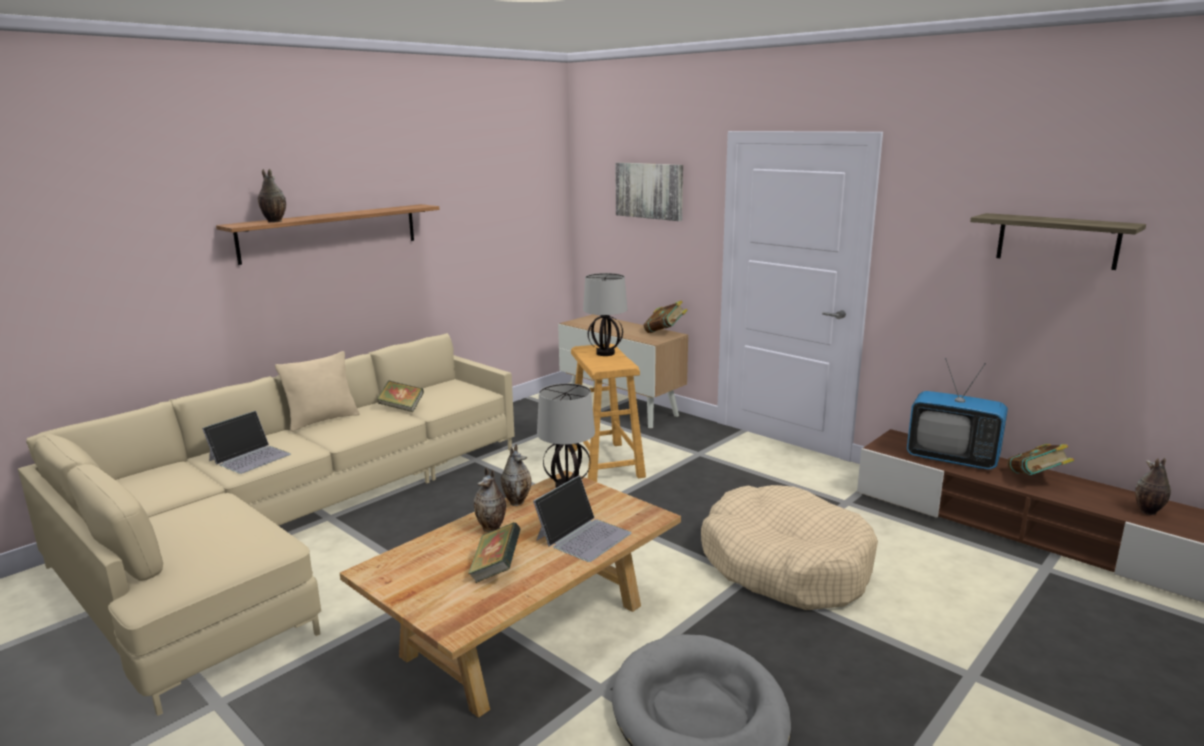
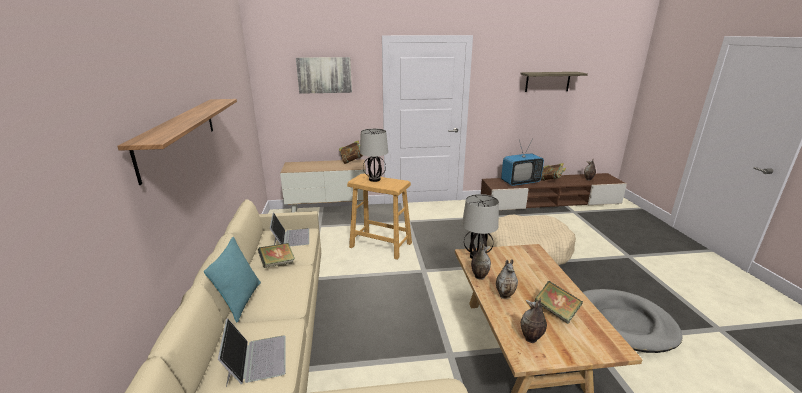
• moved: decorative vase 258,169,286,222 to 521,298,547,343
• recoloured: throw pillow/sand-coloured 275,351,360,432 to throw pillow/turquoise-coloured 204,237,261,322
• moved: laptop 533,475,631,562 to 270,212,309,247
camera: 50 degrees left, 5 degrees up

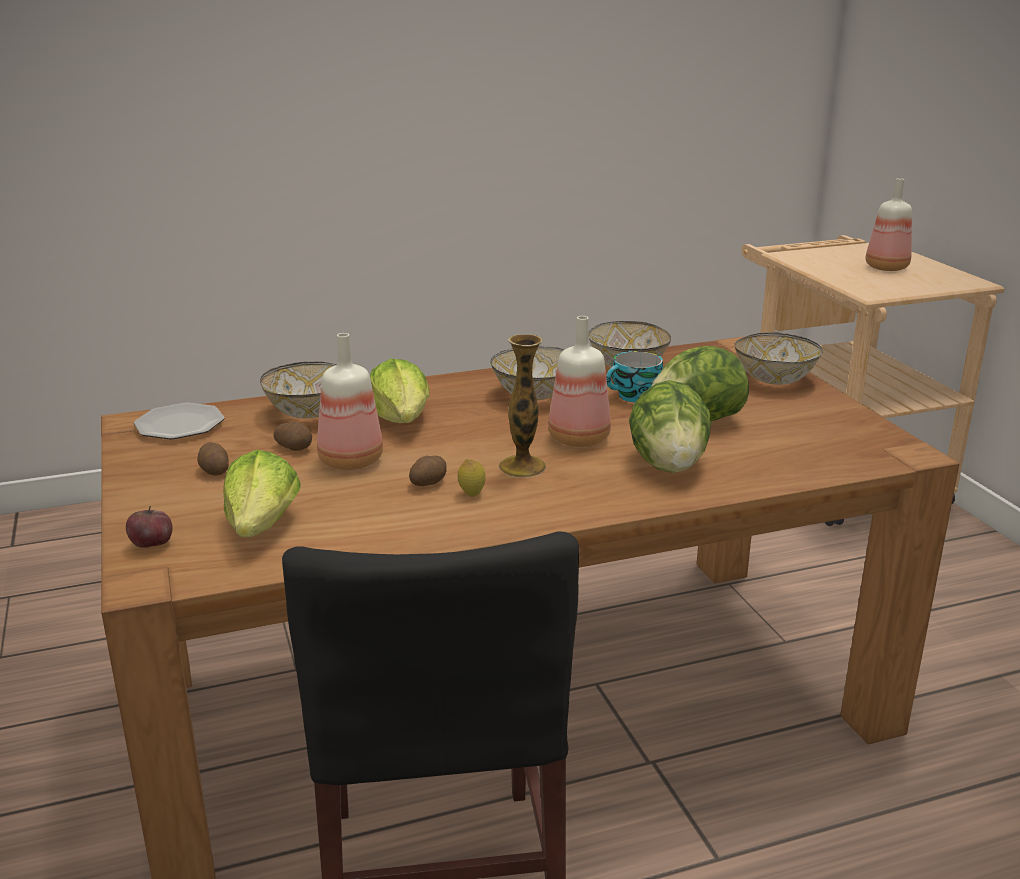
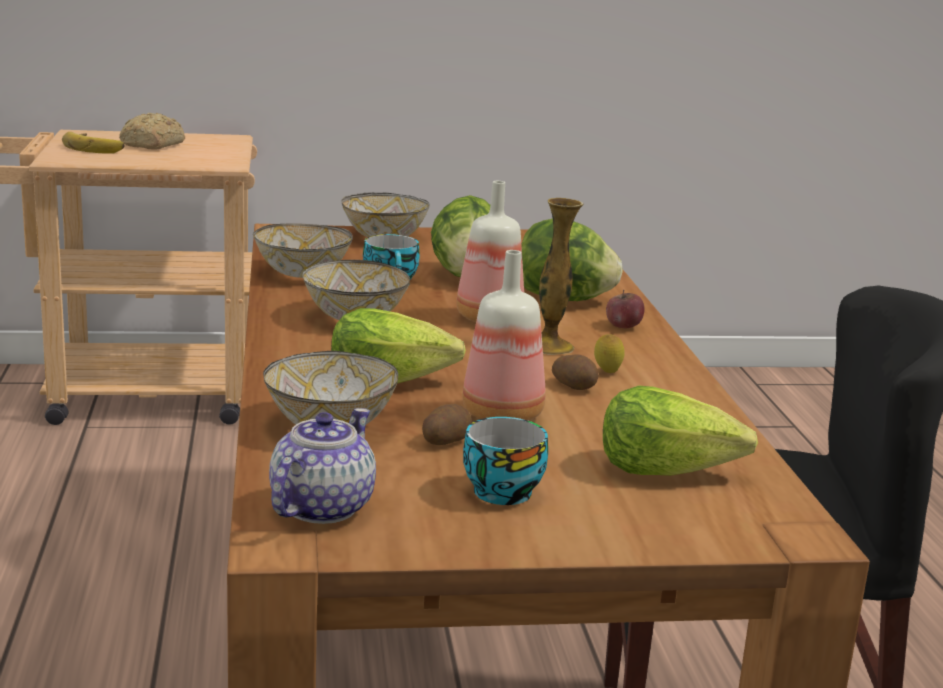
• replaced: bottle 866,178,912,271 to bakery bread 119,113,185,150
• replaced: dinner plate 134,403,224,439 to teapot 269,408,376,524
• replaced: spud 197,442,229,476 to small cup 463,417,548,505
• moved: apple fruit 126,506,173,548 to 606,290,645,328
• added: whole banana 62,132,125,154
camera: 80 degrees left, 5 degrees down

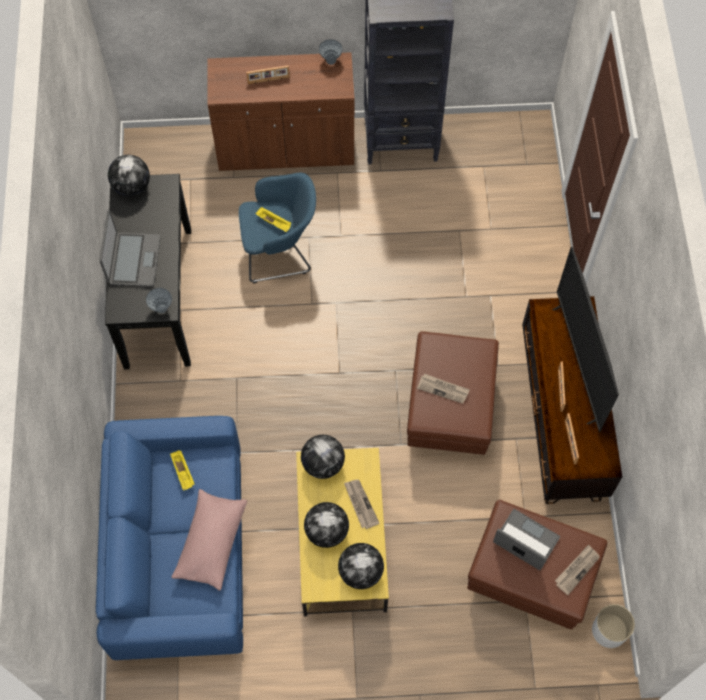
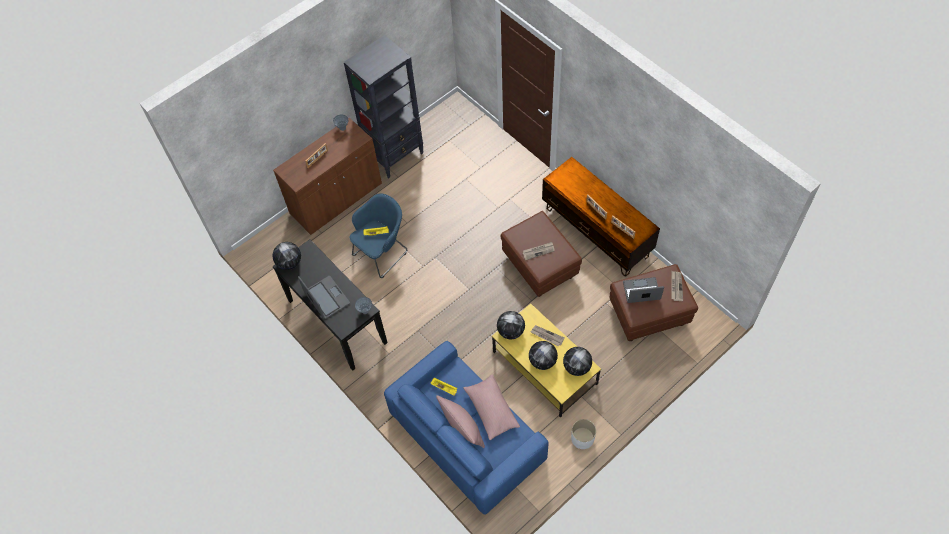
• removed: TV set 552,247,619,433
• moved: plant pot/whitish 592,604,635,648 to 571,419,596,449
• added: throw pillow/pink-coloured 436,395,485,448
camera: 35 degrees left, 5 degrees down

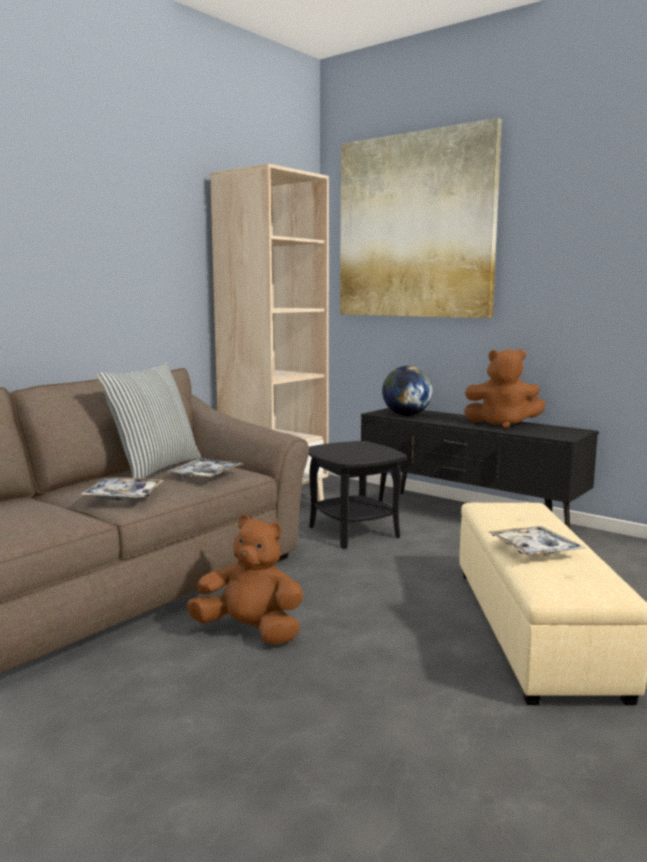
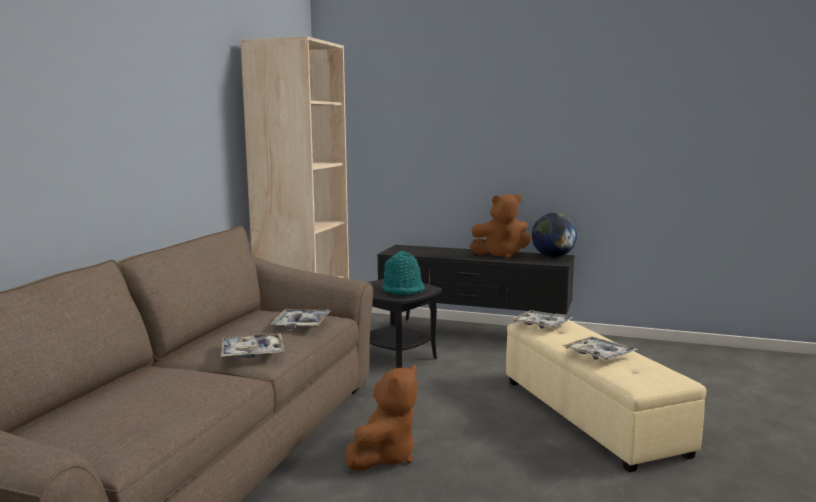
• removed: wall art 340,118,502,318
• removed: throw pillow 96,362,202,479
• moved: world globe 382,366,433,416 to 532,213,577,257
• turned: plush toy/brown 186,515,303,645 = 345,365,417,471 120 degrees clockwise
• added: hat/turquoise-coloured 381,250,425,295
• added: tray 511,310,573,329
camera: 20 degrees left, 0 degrees up

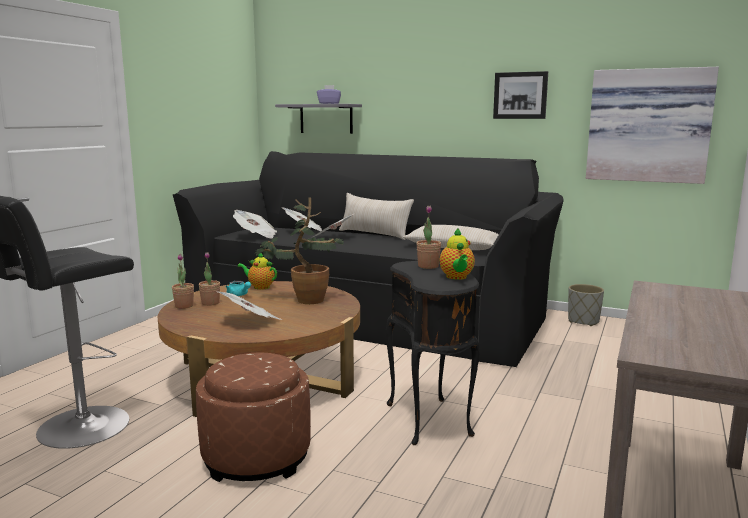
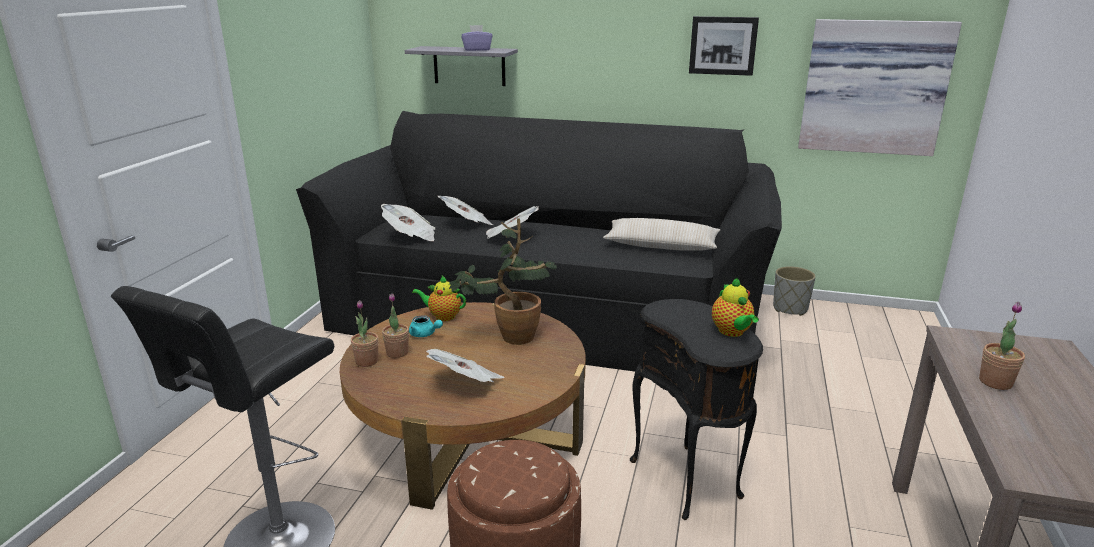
• removed: throw pillow/sand-coloured 339,193,414,240
• moved: plant in a pot 417,206,441,269 to 979,302,1025,390
camera: 10 degrees left, 10 degrees up

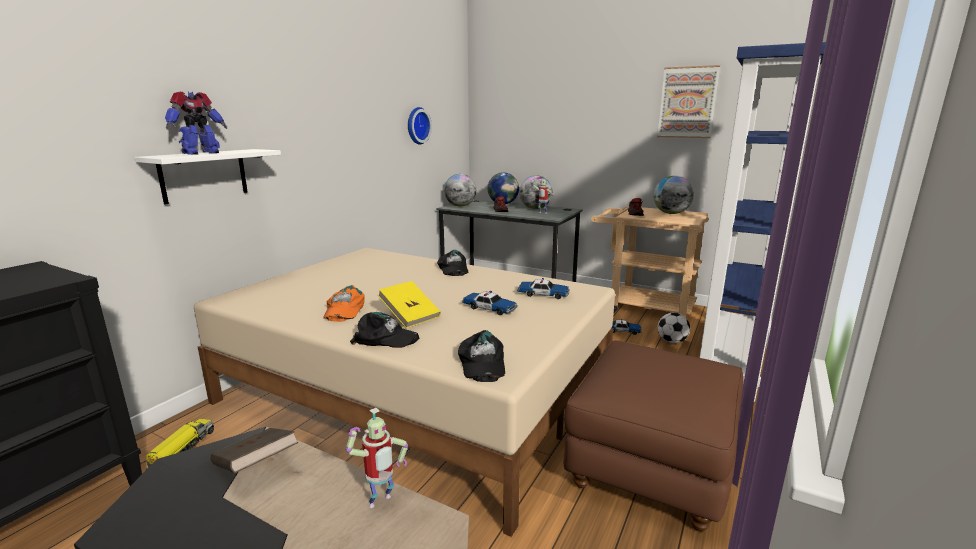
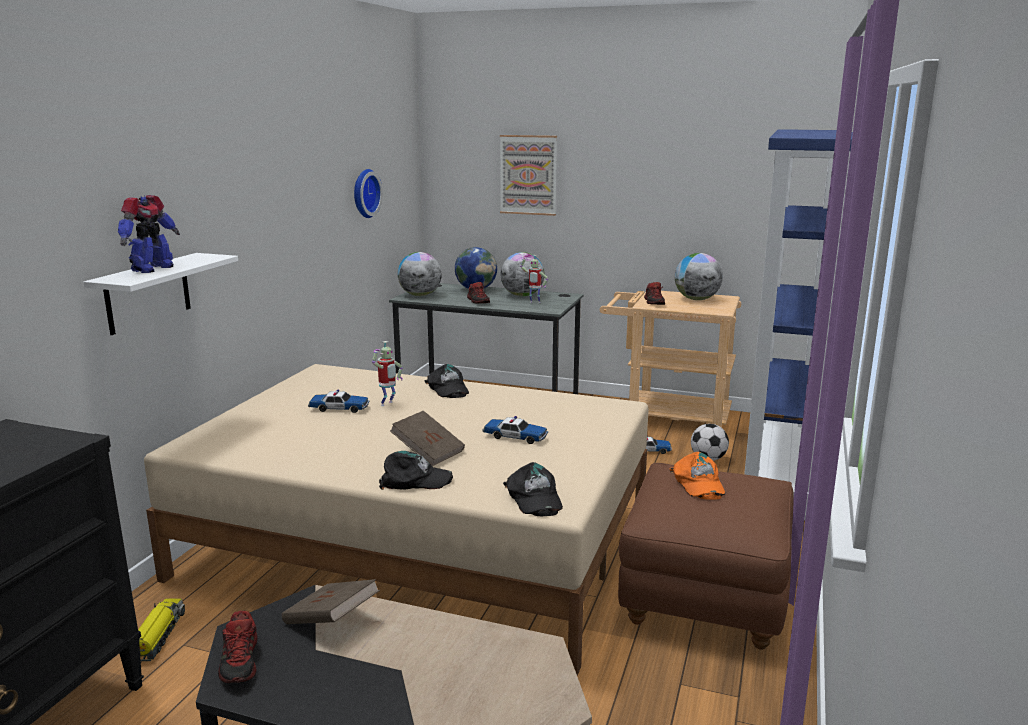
• moved: wall art 657,65,720,138 to 500,135,557,216
• moved: miniature car 517,278,570,299 to 308,389,370,413
• recoloured: bound book/yellow-coloured 378,281,441,328 to bound book/brown 390,411,465,466
• moved: baseball cap/orangey 323,285,365,322 to 669,452,725,500
• moved: toy robot 346,408,408,508 to 372,341,403,406
• added: low shoe 218,611,258,683
camera: 10 degrees left, 0 degrees up

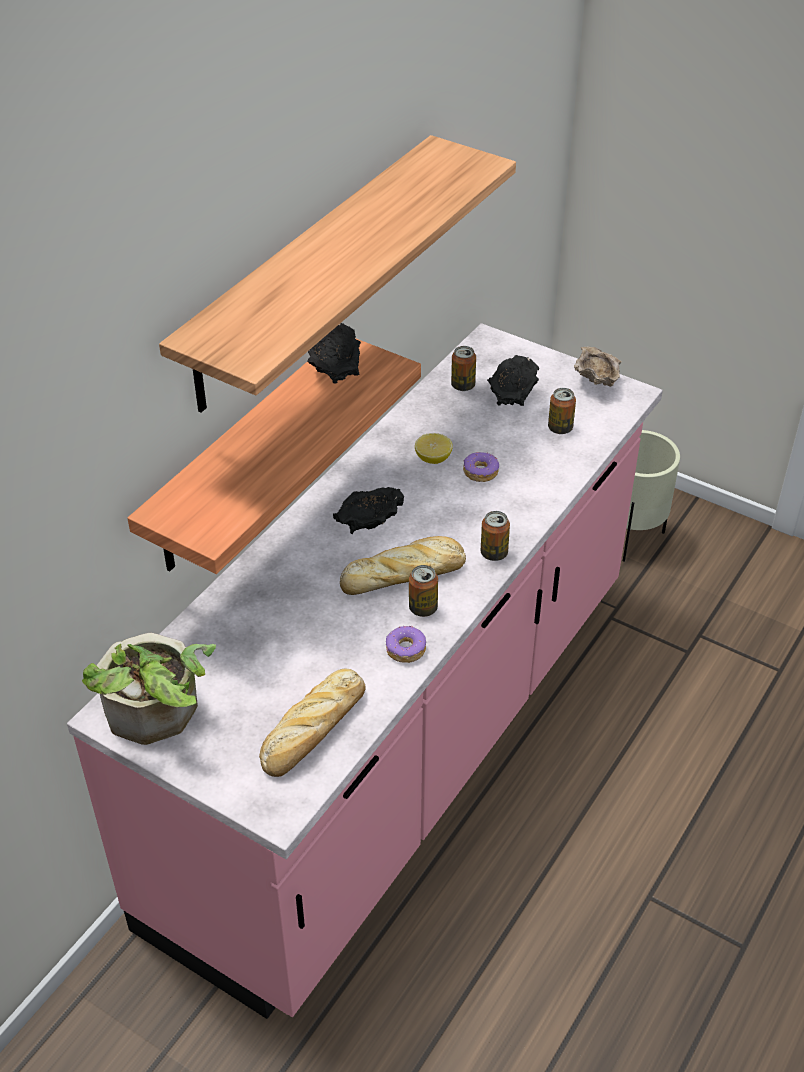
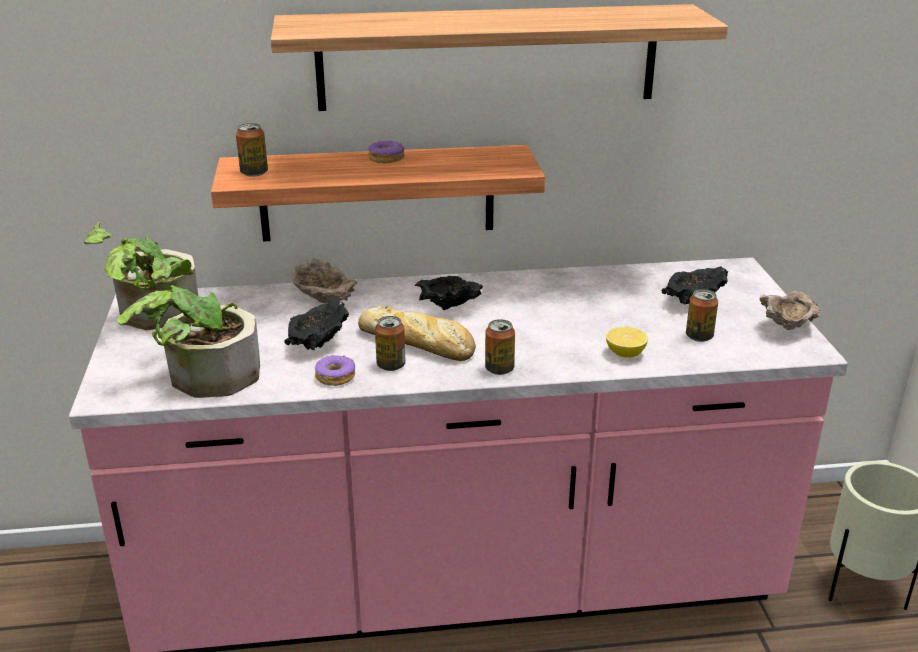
• moved: serving bowl/black 307,323,361,383 to 284,300,349,350
• moved: metal can 451,346,476,391 to 236,123,268,177
• moved: lemon 415,433,453,464 to 606,327,648,357
• moved: ring doughnut 463,452,499,482 to 368,141,405,164
• replaced: bakery bread 259,668,366,777 to plant in a pot 118,259,260,398
• added: serving bowl/sand-coloured 291,258,358,304
camera: 50 degrees right, 15 degrees down

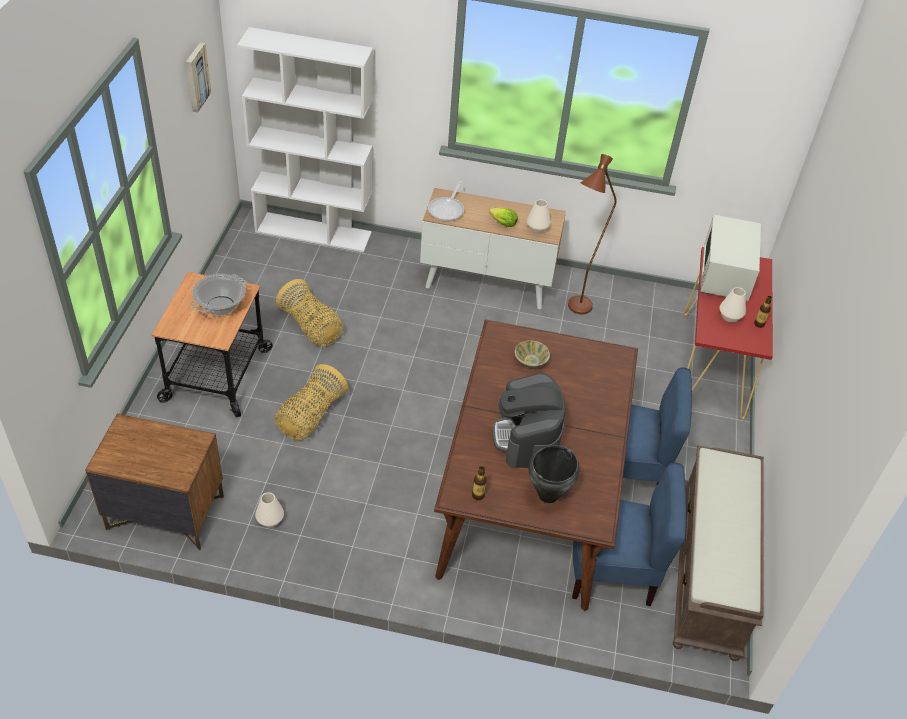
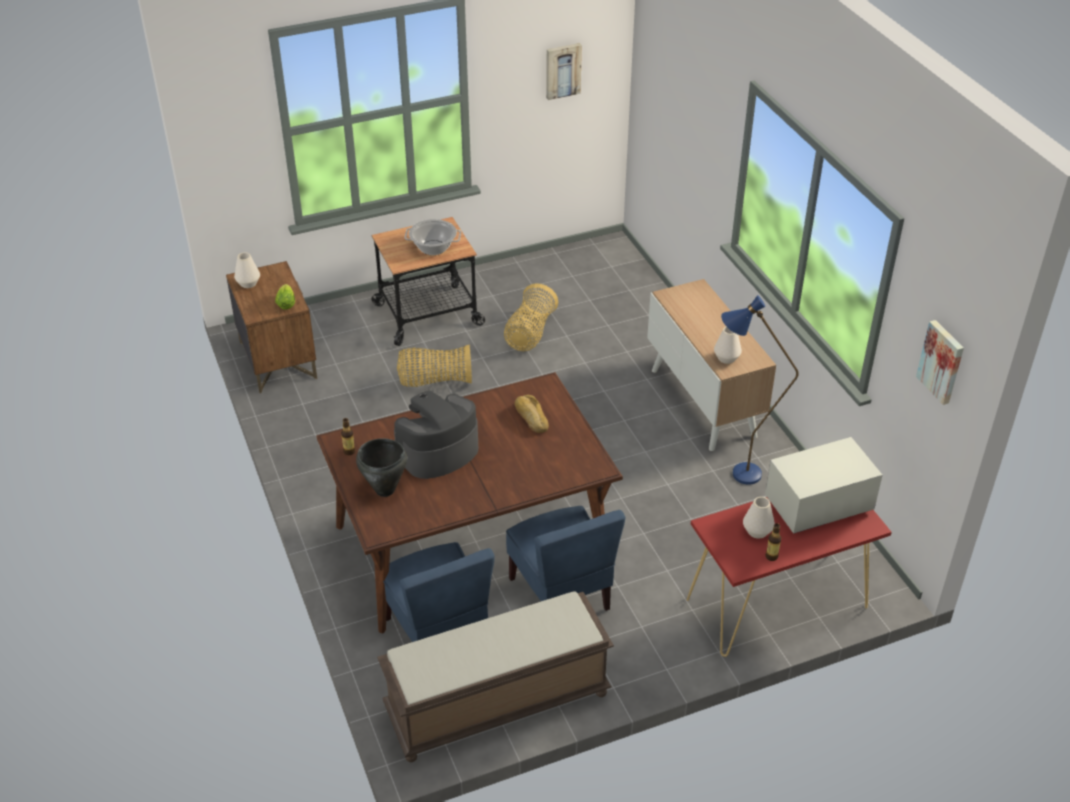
• removed: bookcase/whitish 237,27,373,253
• recoloured: standard lamp/brown 568,154,617,314 to standard lamp/blue 721,295,799,485
• removed: skillet 428,181,464,222
• moved: lettuce head 489,207,518,227 to 275,284,295,310
• replaced: serving bowl/sand-coloured 514,340,550,368 to bakery bread 515,395,549,433
• moved: decorative vase/whitish 255,492,284,528 to 234,252,260,288
• added: wall art 916,320,964,405
camera: 60 degrees right, 5 degrees down

